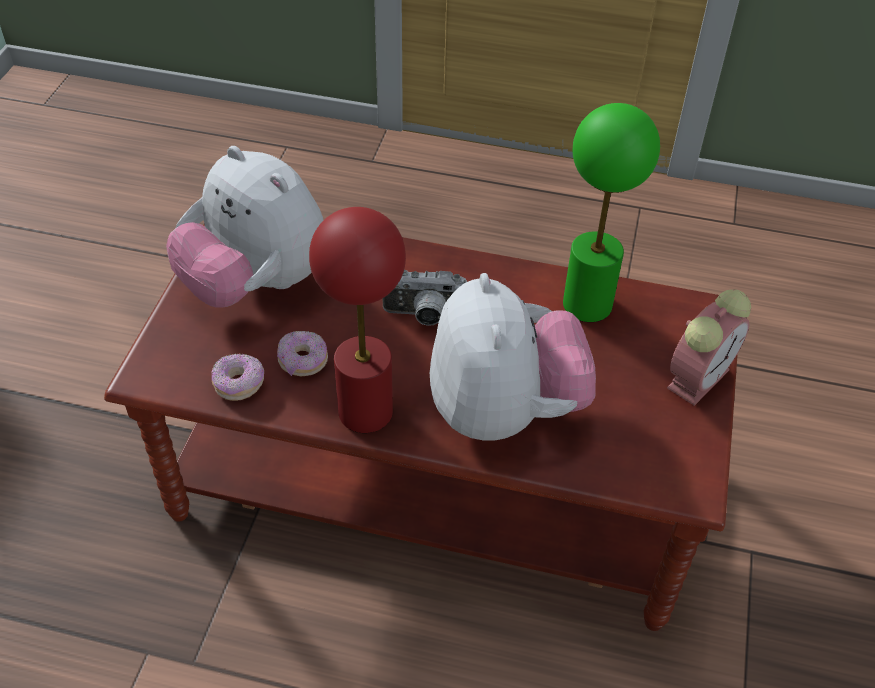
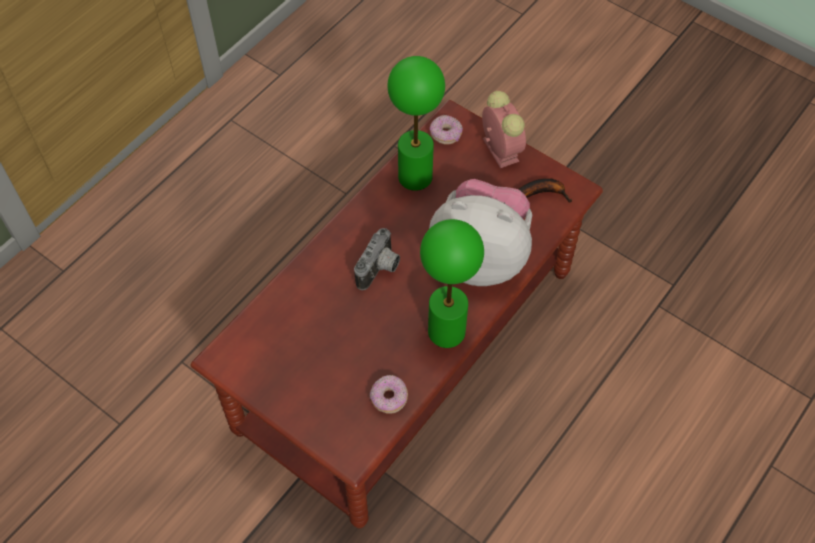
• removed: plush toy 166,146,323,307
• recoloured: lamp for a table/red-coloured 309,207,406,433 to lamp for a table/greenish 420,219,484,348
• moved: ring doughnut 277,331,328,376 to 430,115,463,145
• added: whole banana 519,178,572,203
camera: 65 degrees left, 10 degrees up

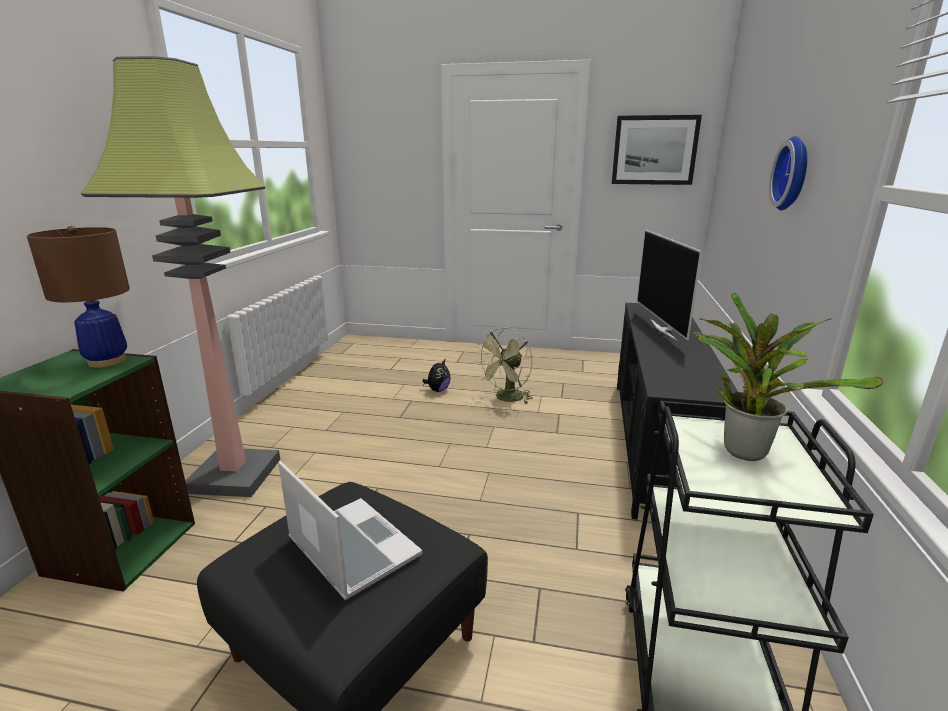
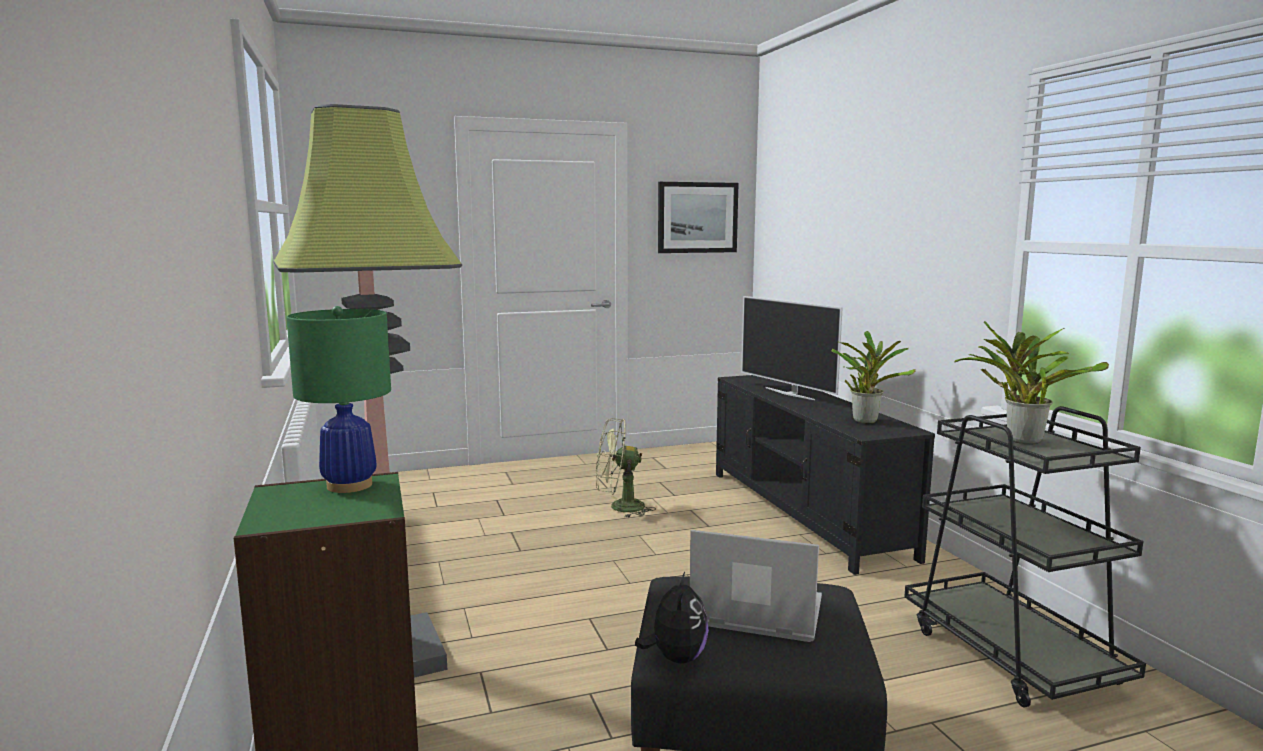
• removed: hanging clock 769,136,807,210
• recoloured: lamp for a table/brown 27,226,130,368 to lamp for a table/greenish 286,306,391,493
• turned: fan/greenish 475,327,533,404 = 596,418,656,518 75 degrees clockwise
• moved: plush toy 422,360,451,392 to 635,572,709,664
• added: plant in a pot 831,331,916,424
camera: 30 degrees left, 10 degrees down

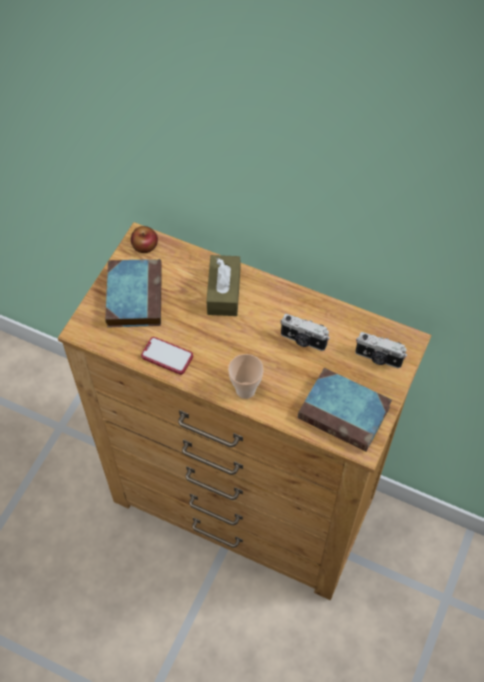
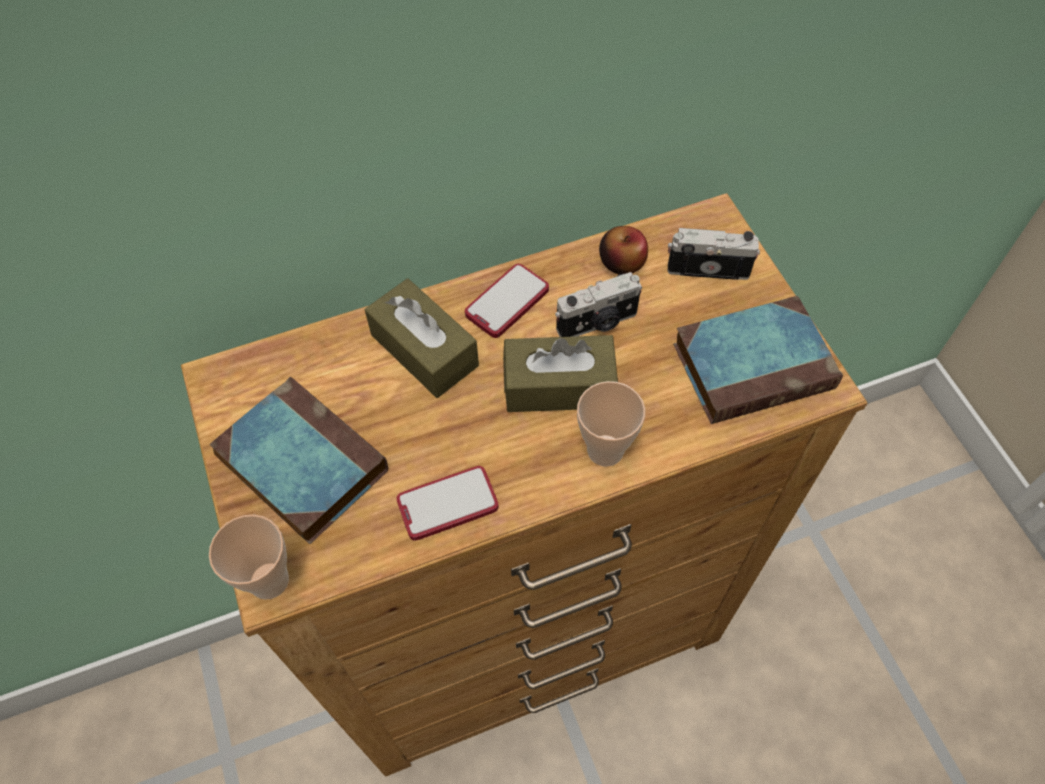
• moved: apple fruit 131,226,158,253 to 599,226,648,274
• turned: still camera 355,332,407,368 = 668,228,760,280 150 degrees counterclockwise
• added: telephone 465,264,549,338
• added: tissue box/brown 503,335,618,412
• added: small cup 209,515,289,600
camera: 45 degrees left, 0 degrees up

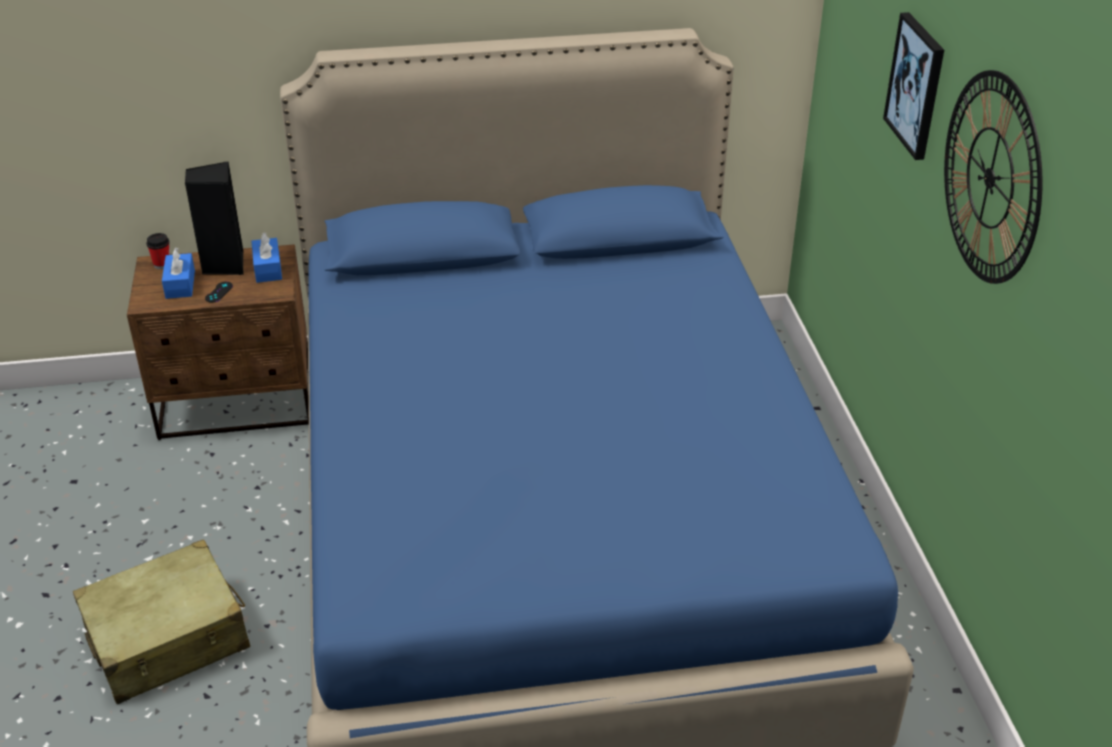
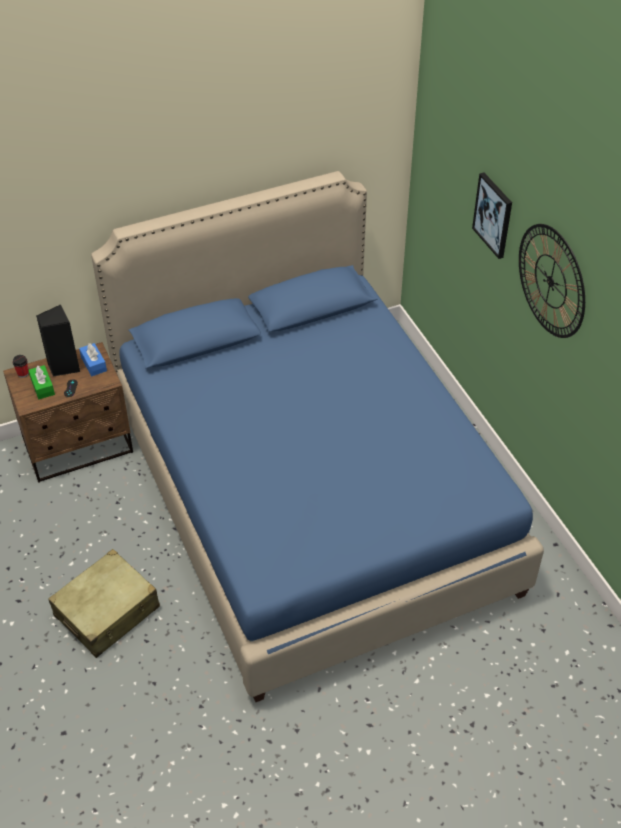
• recoloured: tissue box/blue 162,247,195,299 to tissue box/greenish 28,365,55,399
camera: 15 degrees left, 10 degrees up

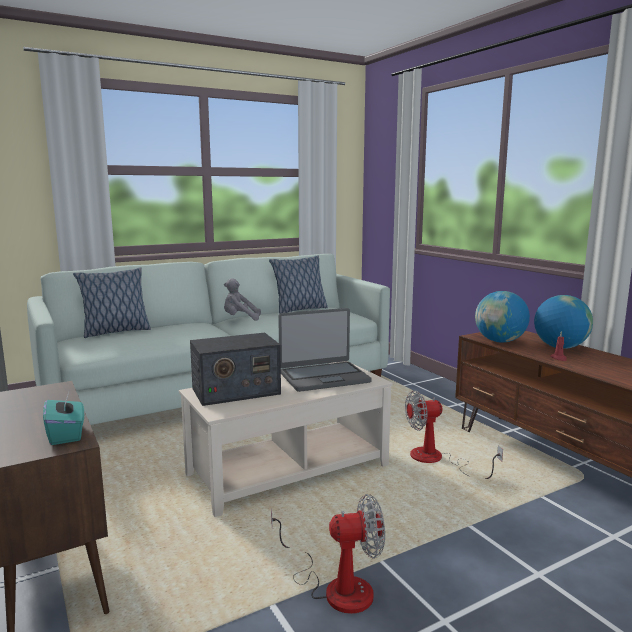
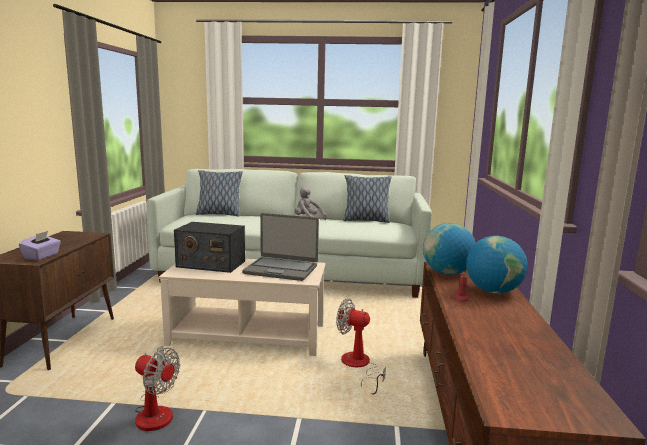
• recoloured: tissue box/turquoise-coloured 43,392,84,445 to tissue box/purplish 19,231,61,261
camera: 35 degrees right, 0 degrees up

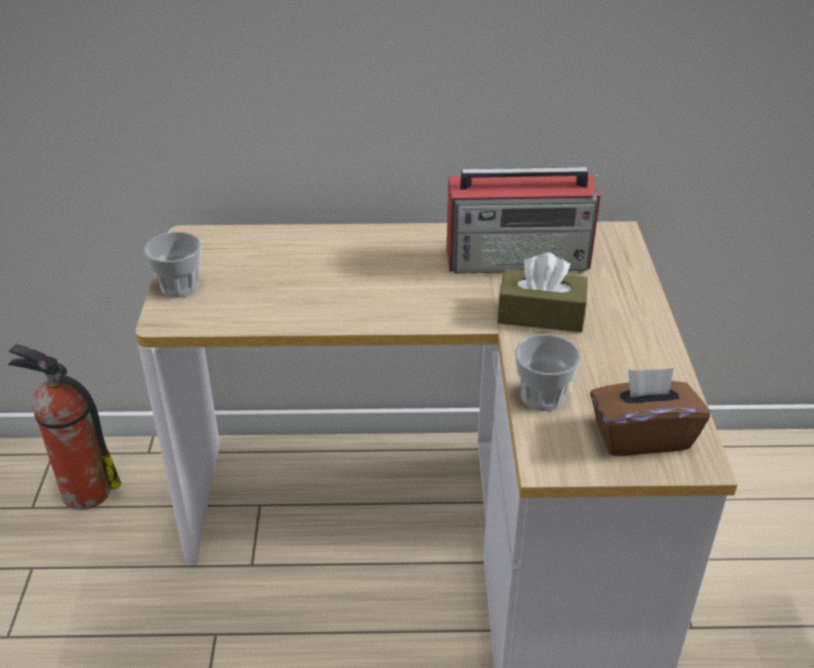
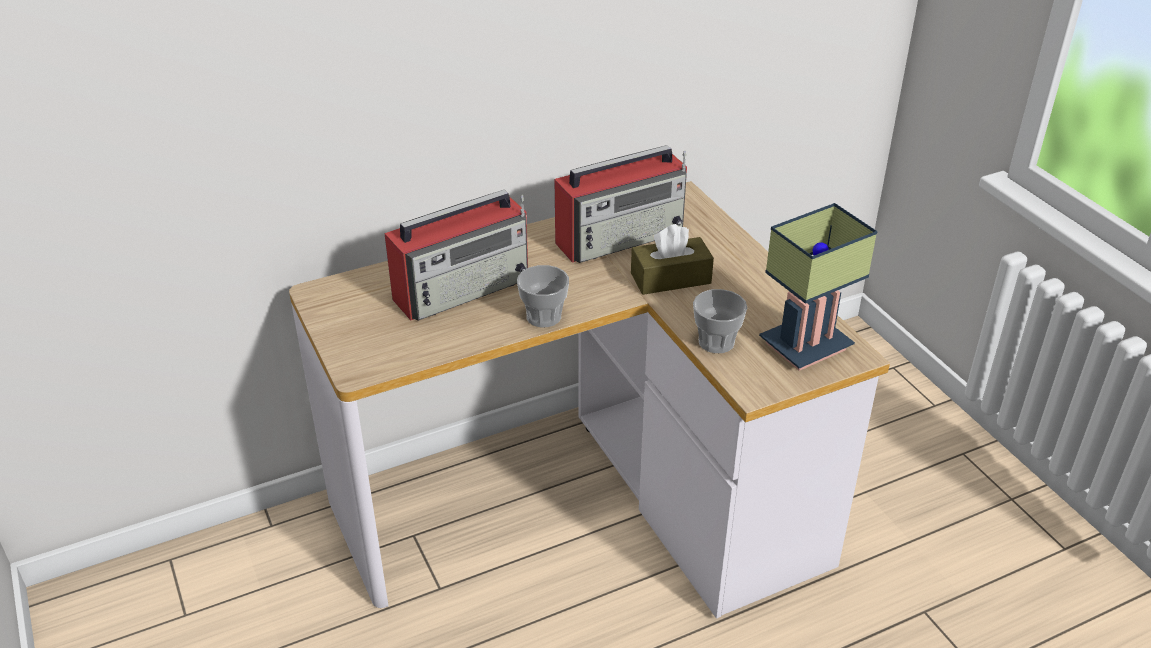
• moved: small cup 144,232,201,298 to 517,265,569,327
• removed: fire extinguisher 8,344,121,510
• replaced: tissue box/brown 590,368,711,456 to lamp for a table 759,203,877,371
• added: radio set 384,190,528,321
camera: 25 degrees left, 0 degrees up

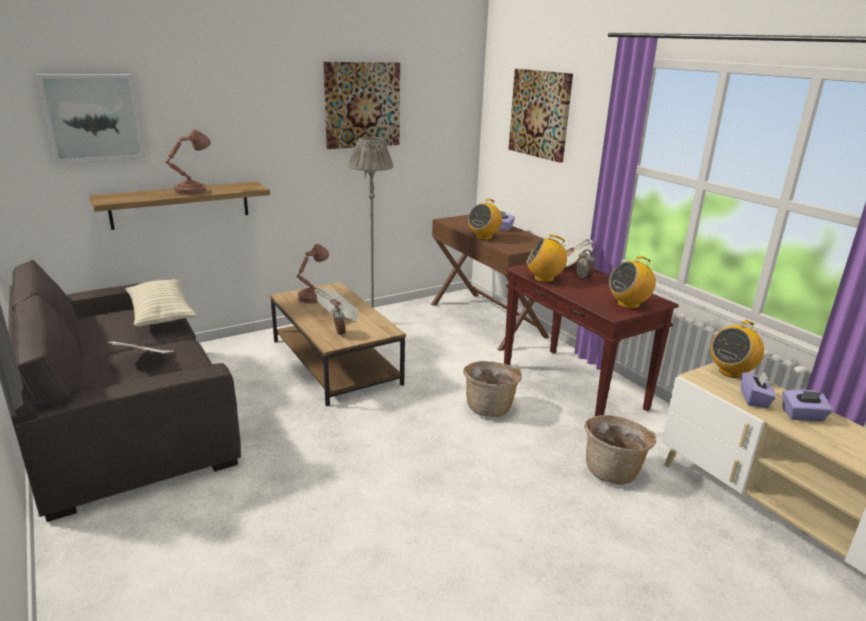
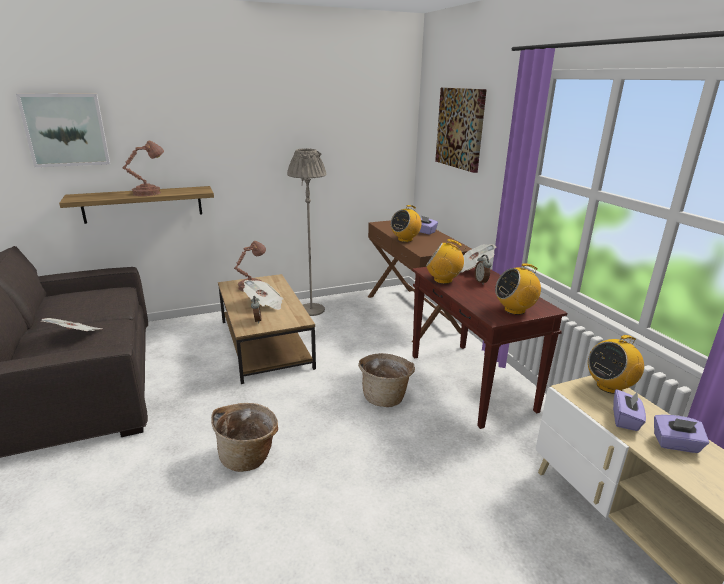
• removed: wall art 323,62,400,149
• removed: throw pillow 126,279,197,326
• moved: storage basket 584,415,656,485 to 211,403,278,472
camera: 10 degrees right, 0 degrees up

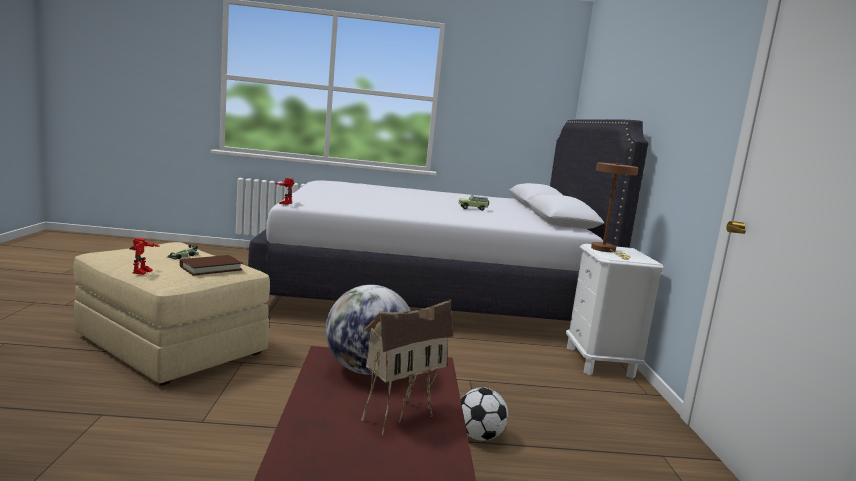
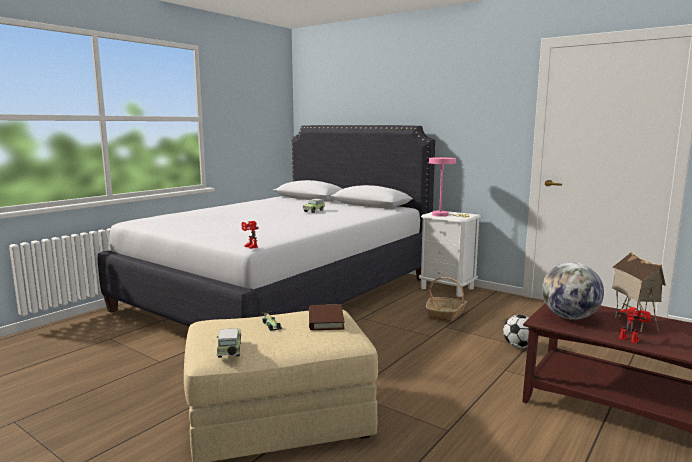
• recoloured: lamp for a table/brown 591,162,639,260 to lamp for a table/pink-coloured 429,157,470,217
• moved: toy robot 129,238,160,275 to 617,307,651,343
• added: storage basket 426,277,467,322
• added: miniature car 216,329,242,358
camera: 50 degrees left, 0 degrees up

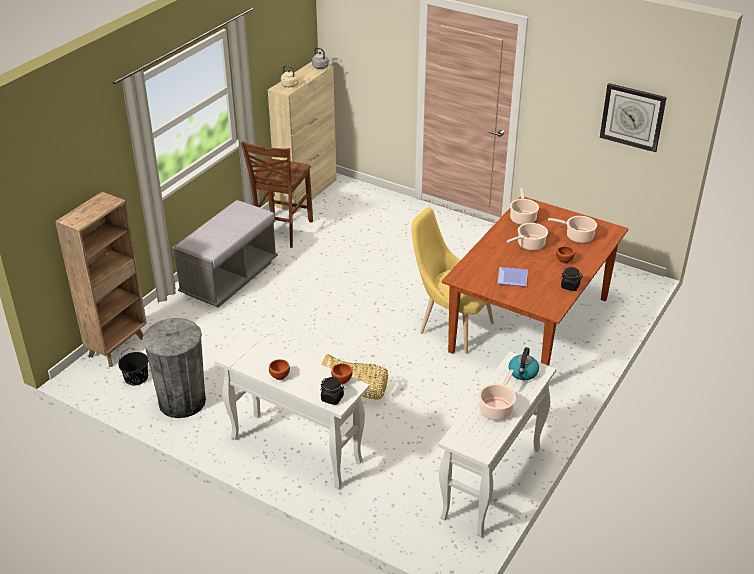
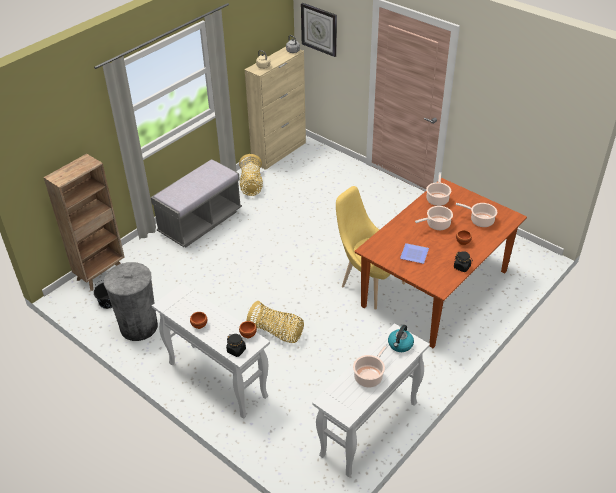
• moved: hanging clock 600,83,667,152 to 301,3,337,57
• replaced: chair/brown 241,141,313,248 to storage basket 239,154,263,196
camera: 10 degrees right, 5 degrees up

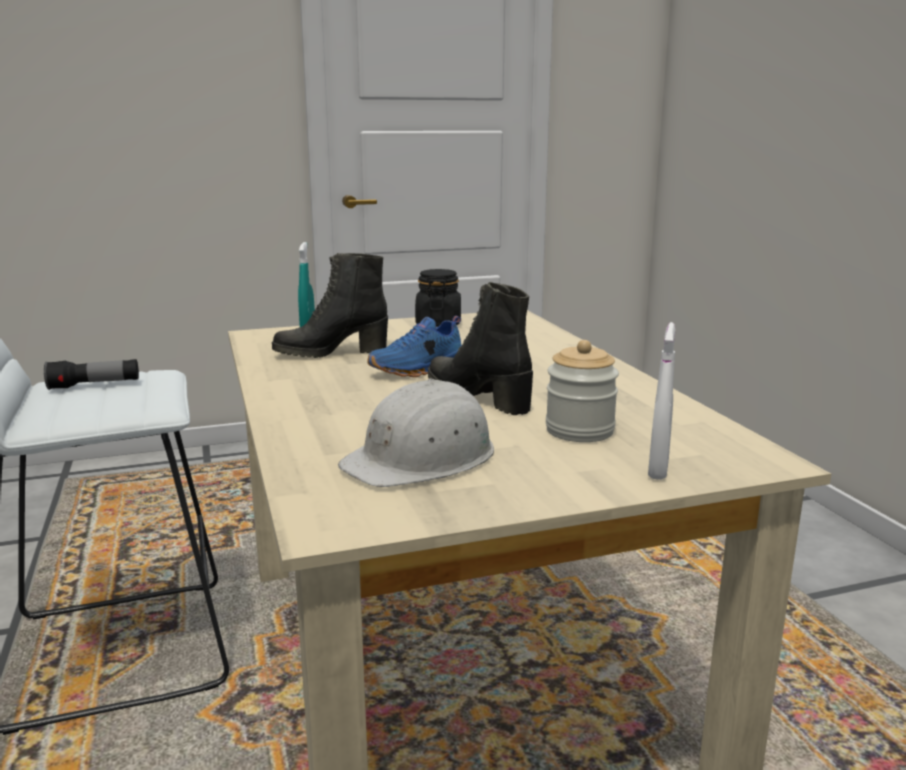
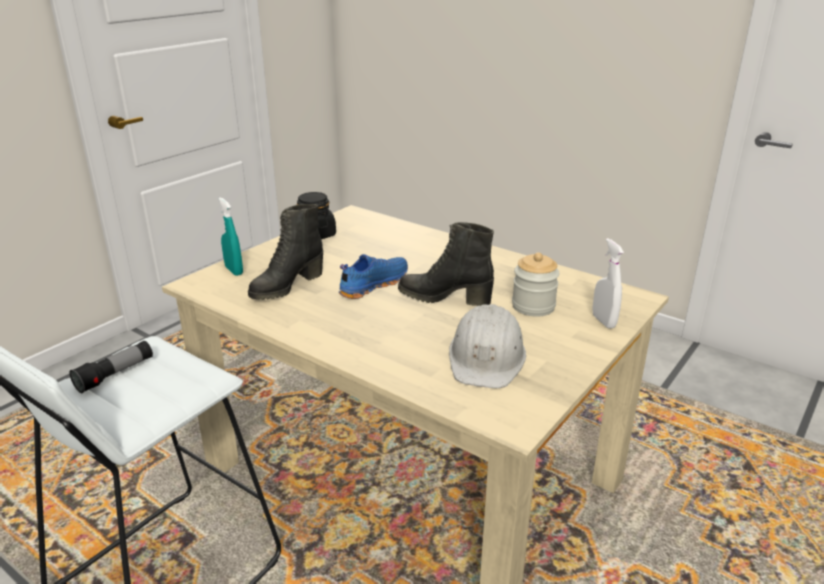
• turned: low shoe/blue 367,316,462,377 = 339,254,408,299 150 degrees counterclockwise
camera: 35 degrees left, 10 degrees up

